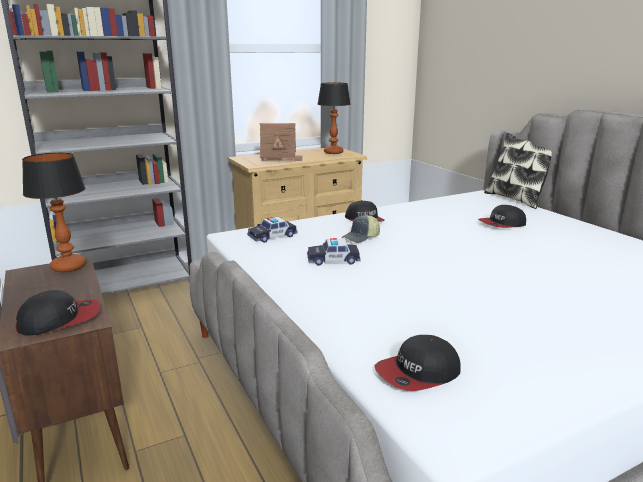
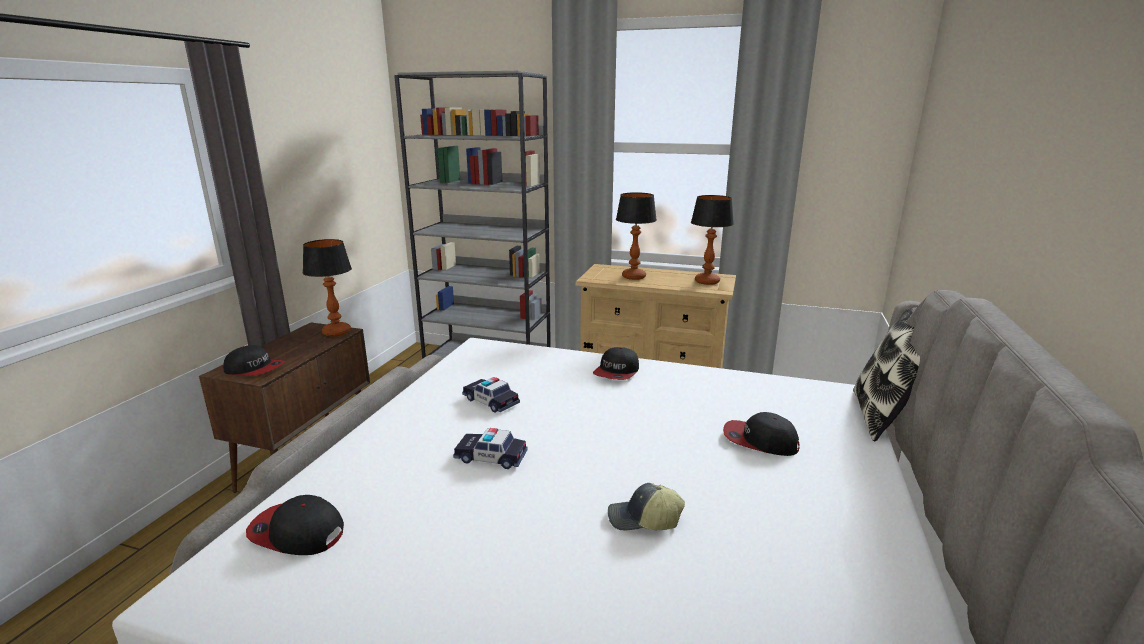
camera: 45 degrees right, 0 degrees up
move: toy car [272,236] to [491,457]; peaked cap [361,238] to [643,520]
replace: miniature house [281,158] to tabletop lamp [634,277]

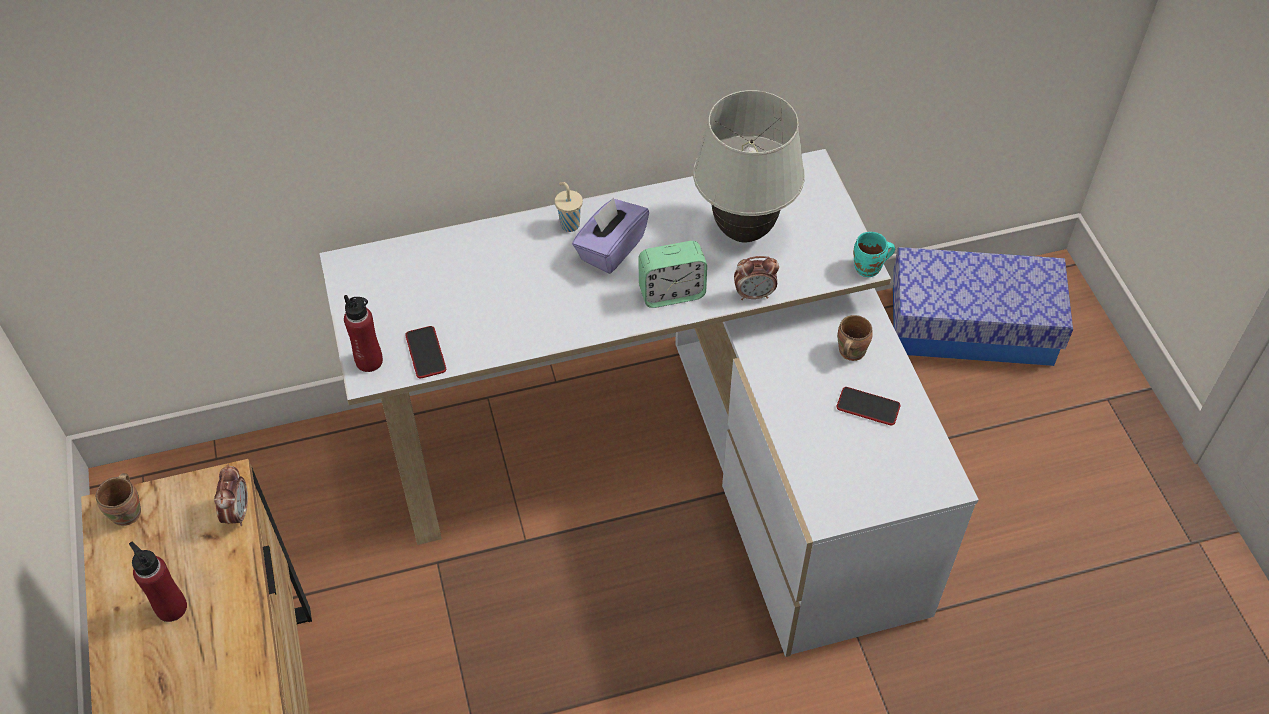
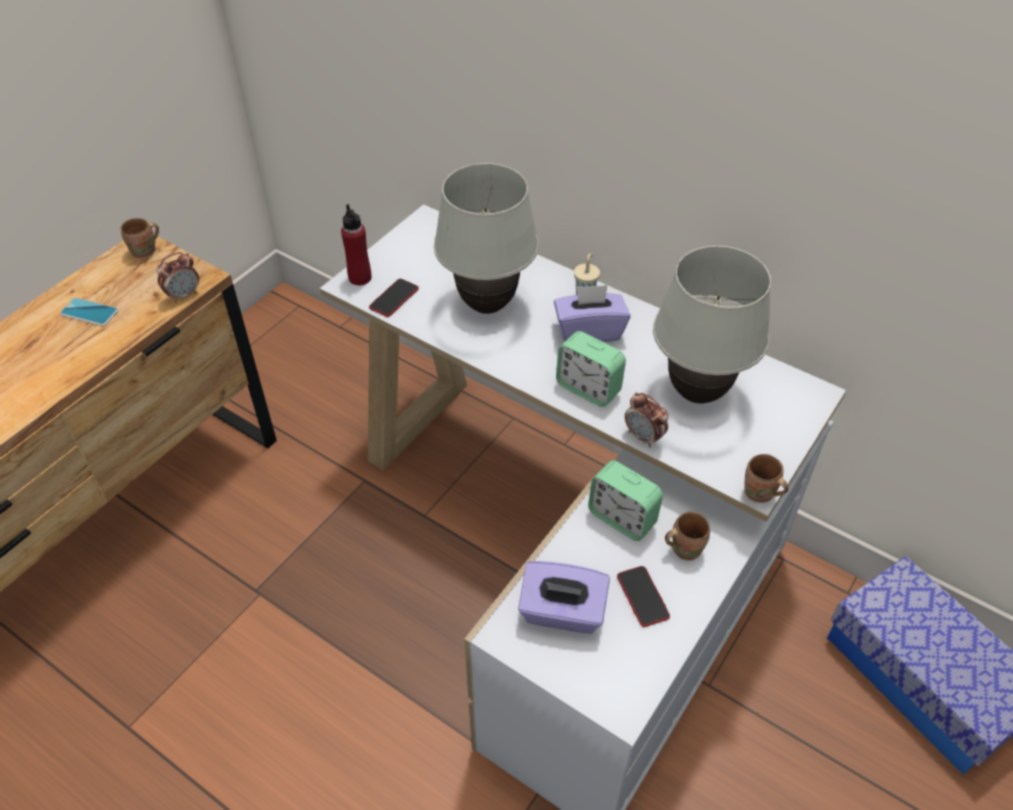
camera: 50 degrees right, 5 degrees down
insert: tabletop lamp (whitish) [487,305]; box of tissues (purplish) [562,612]; alarm clock [622,518]
replace: drink bottle (reddish) [171,607] to telephone [89,312]
recolor: mug (turquoise) [869,269] to mug (brown) [759,494]

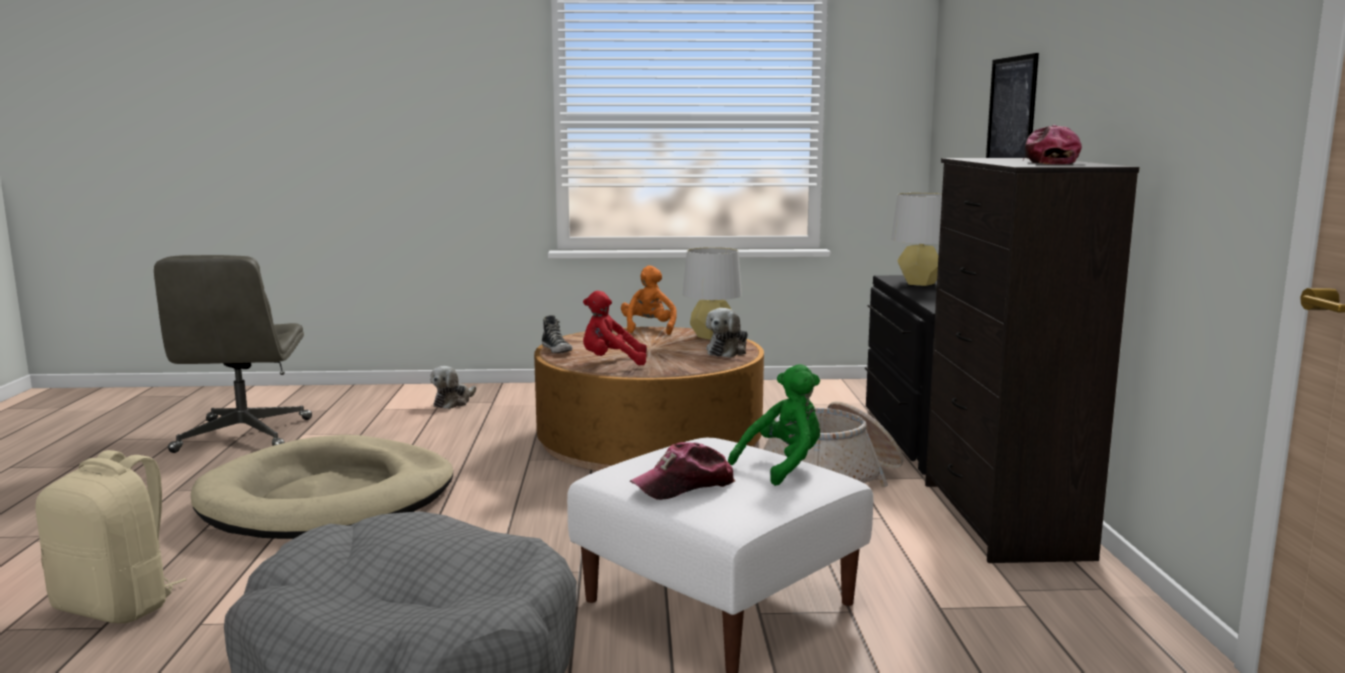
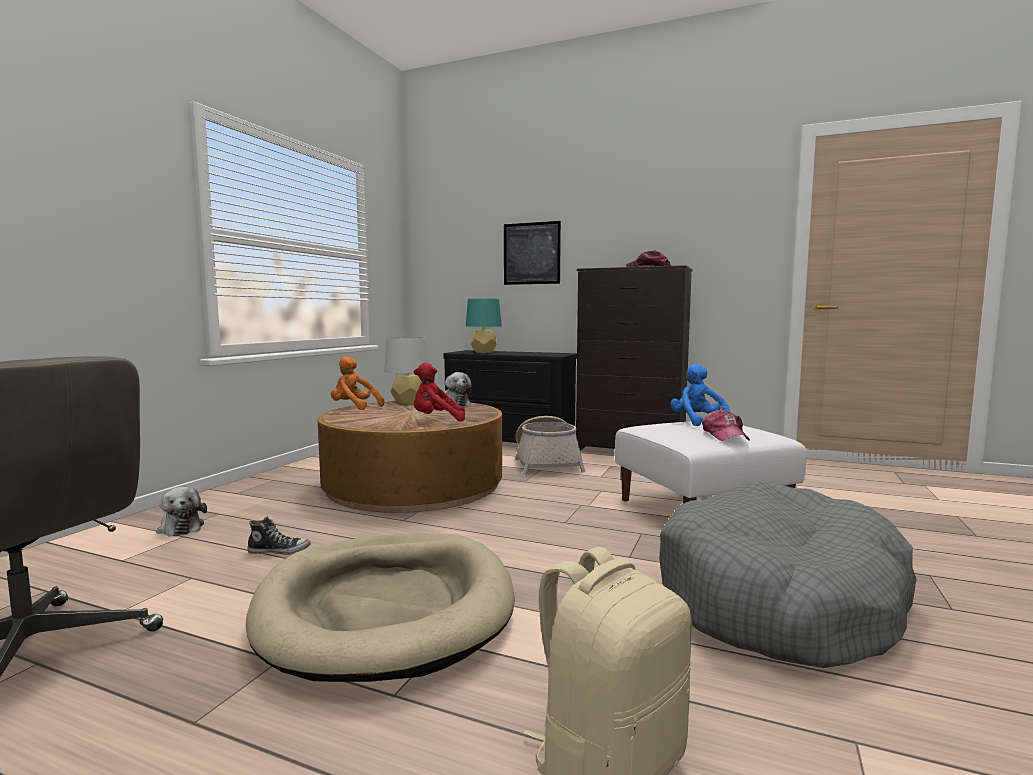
camera: 65 degrees left, 5 degrees down
move: shoe [557,350] to [279,551]
recolor: cuddly toy (greenish) [783,466] to cuddly toy (bluish) [697,422]; tabletop lamp (greyish) [919,283] to tabletop lamp (turquoise) [483,352]
rotate: cuddly toy (reddish) [611,362] = [436,420] 60 degrees clockwise

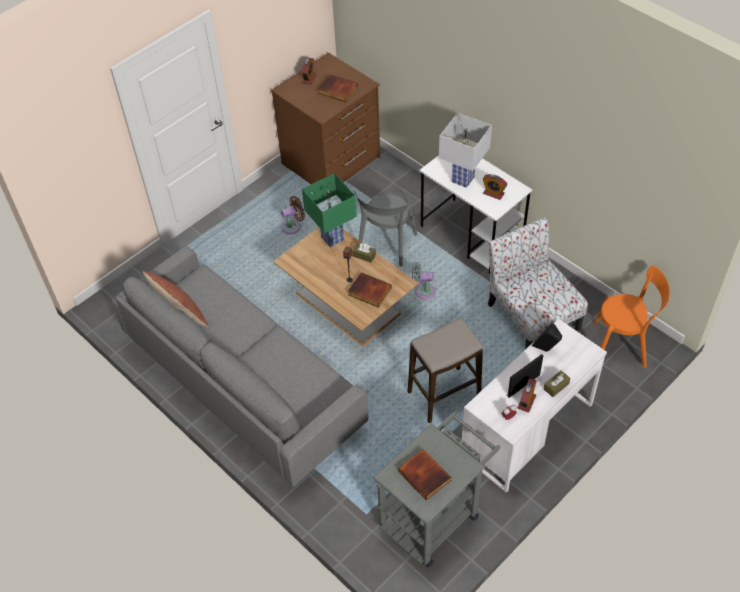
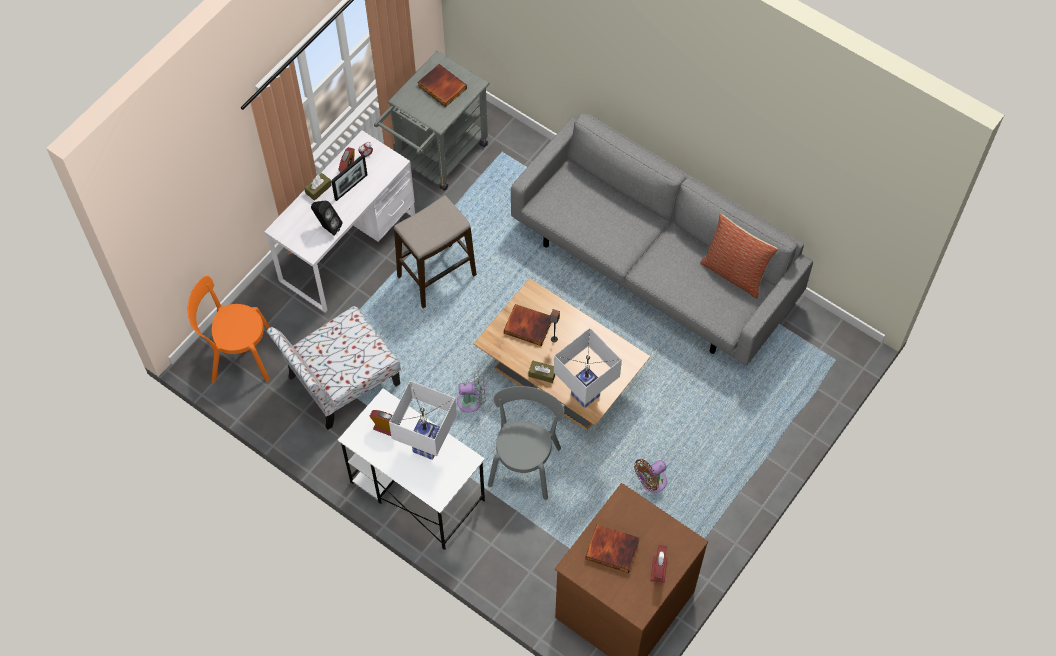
camera: 170 degrees right, 10 degrees up
recolor: tabletop lamp (greenish) [332,238] to tabletop lamp (whitish) [586,395]
rotate: upright chair [531,315] = [341,382] 90 degrees clockwise

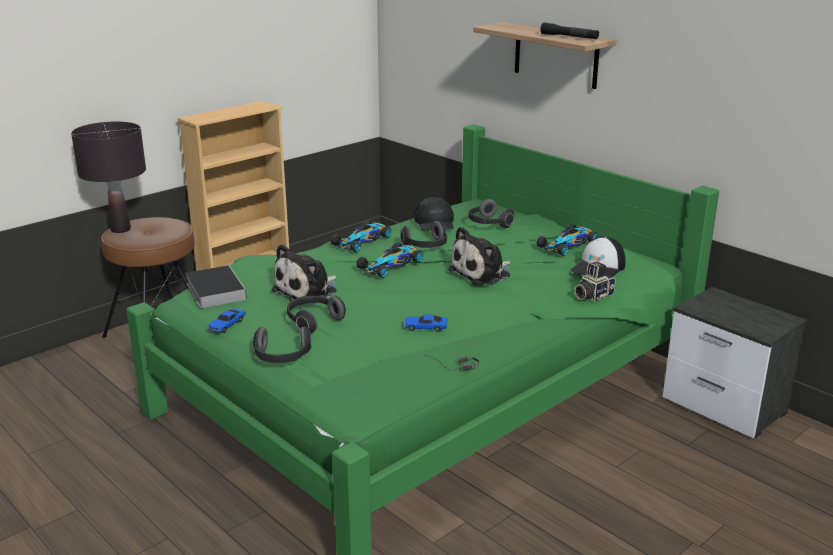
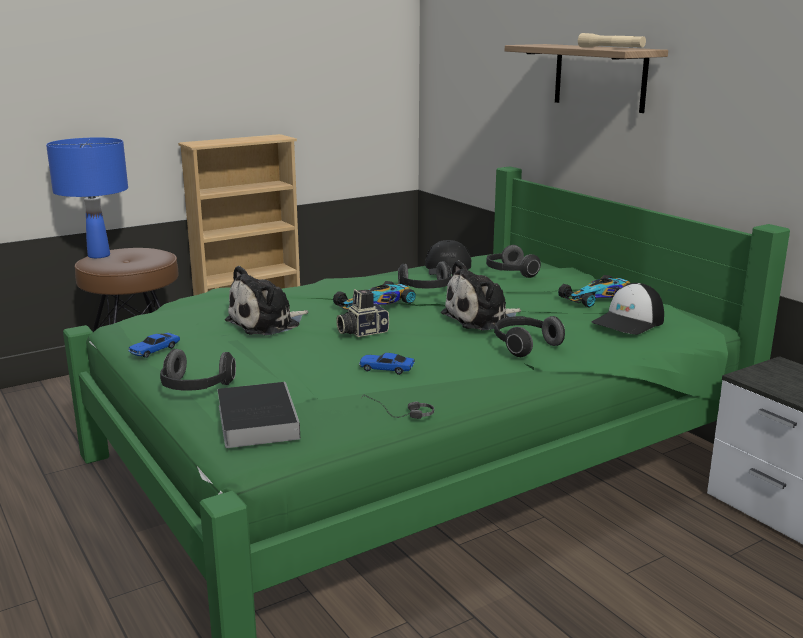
camera: 10 degrees right, 5 degrees down
delete: toy car [362,241]
move: bound book [215,290] to [256,419]; headphones [313,322] to [524,346]; still camera [592,295] to [362,332]
recolor: tabletop lamp (black-coloured) [120,229] to tabletop lamp (bluish) [98,255]; flashlight (black-coloured) [569,37] to flashlight (beige) [610,48]

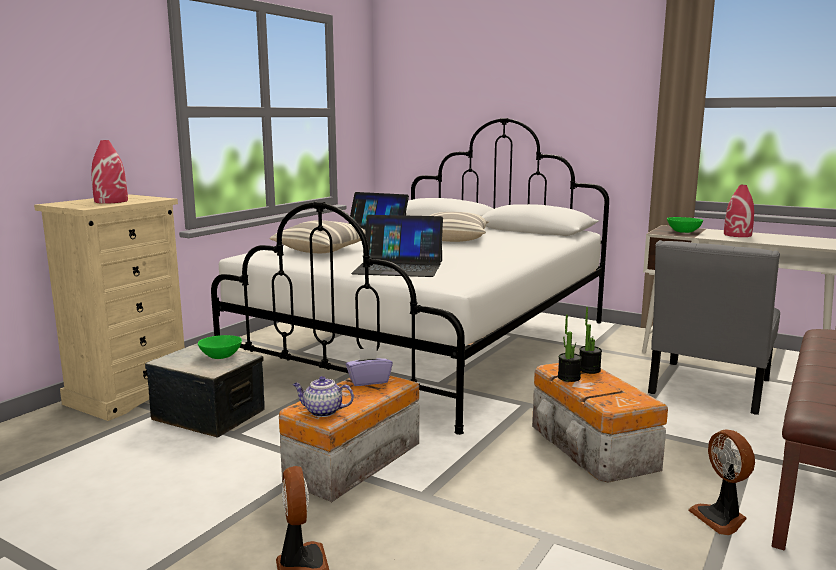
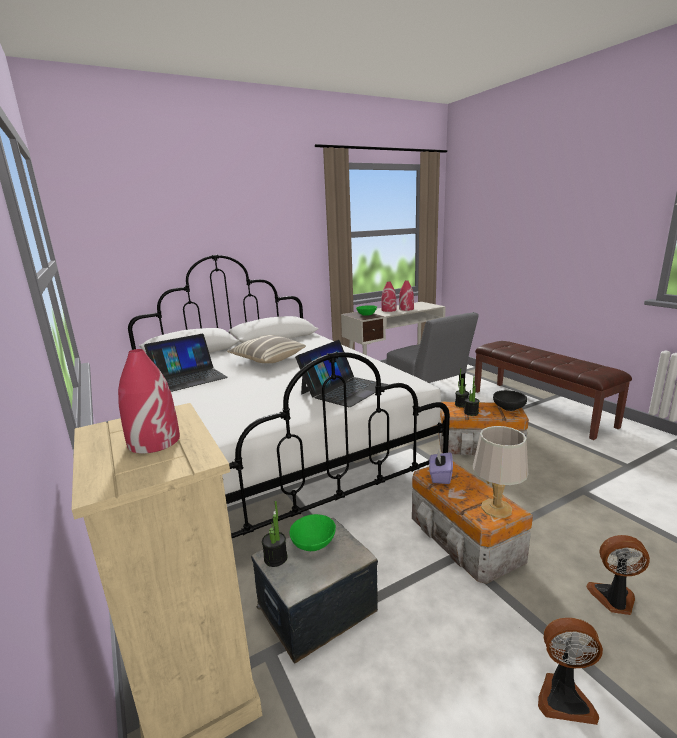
camera: 60 degrees left, 5 degrees up
delete: pillow [323,250]
insert: potted plant [275,558]; decorative vase (reddish) [406,309]; serving bowl (black-coloured) [509,408]
move: electric fan [721,518] to [564,697]
replace: tea pot [322,412] to tabletop lamp (greyish) [496,509]

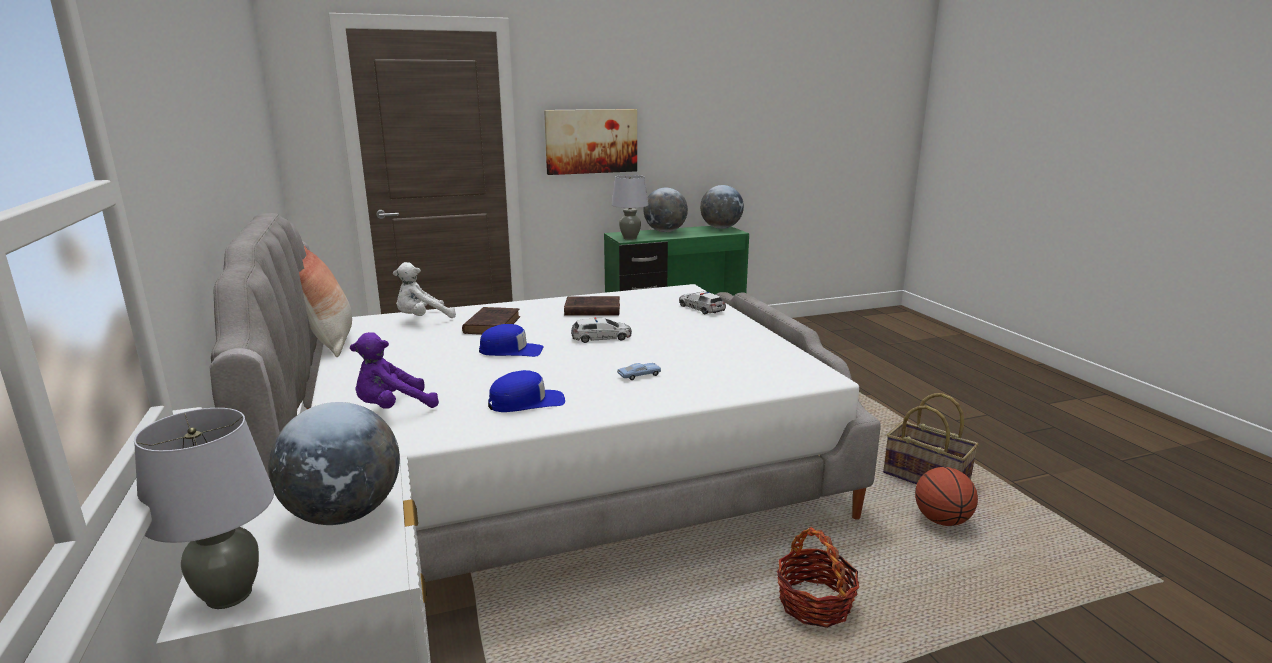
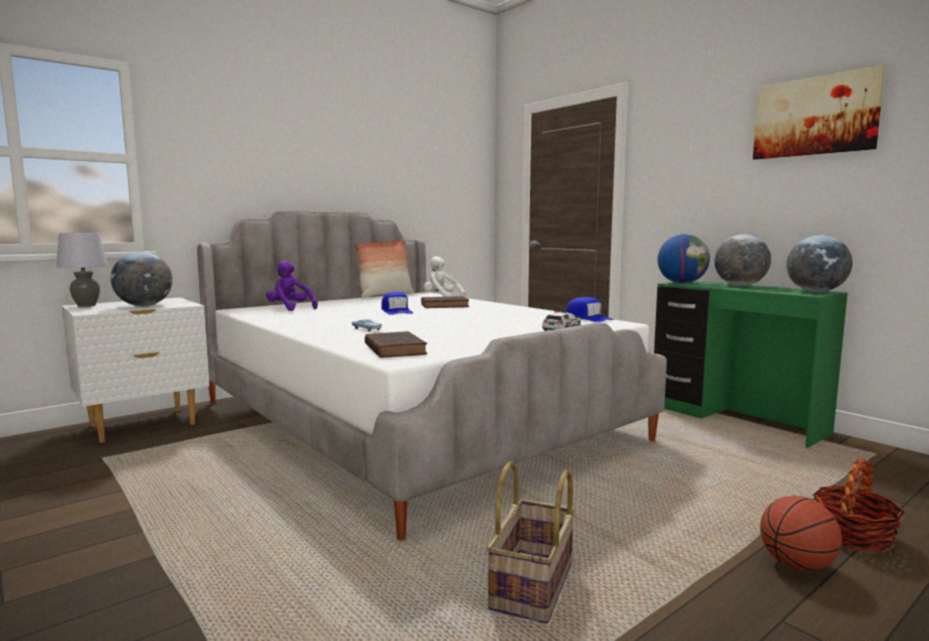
camera: 70 degrees right, 10 degrees down
delete: toy car [601,337]
move: peaked cap (bluish) [526,402] to [588,318]; picture [591,141] to [815,116]; bound book (brown) [591,310] to [394,349]; household basket [814,604] to [853,535]; basketball ball [941,520] to [796,565]
replace: tabletop lamp (greyish) [630,238] to globe [681,283]

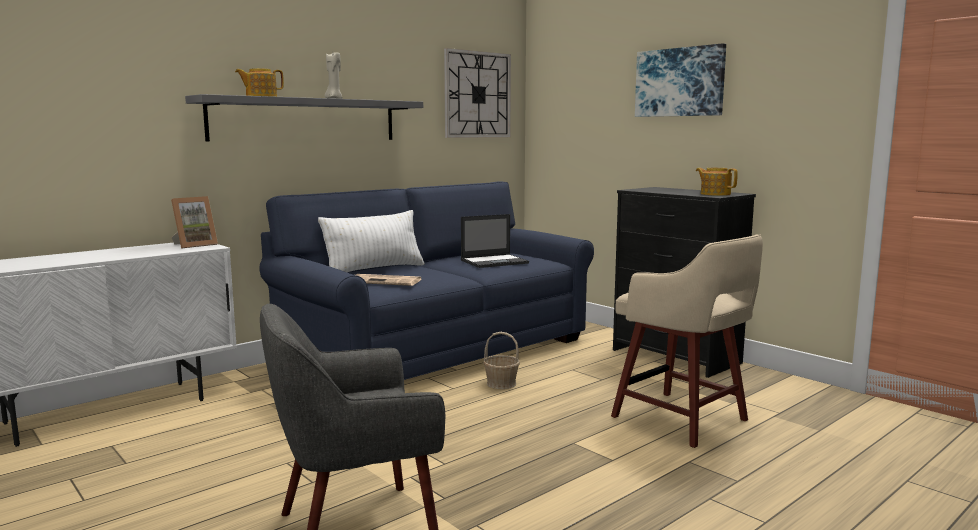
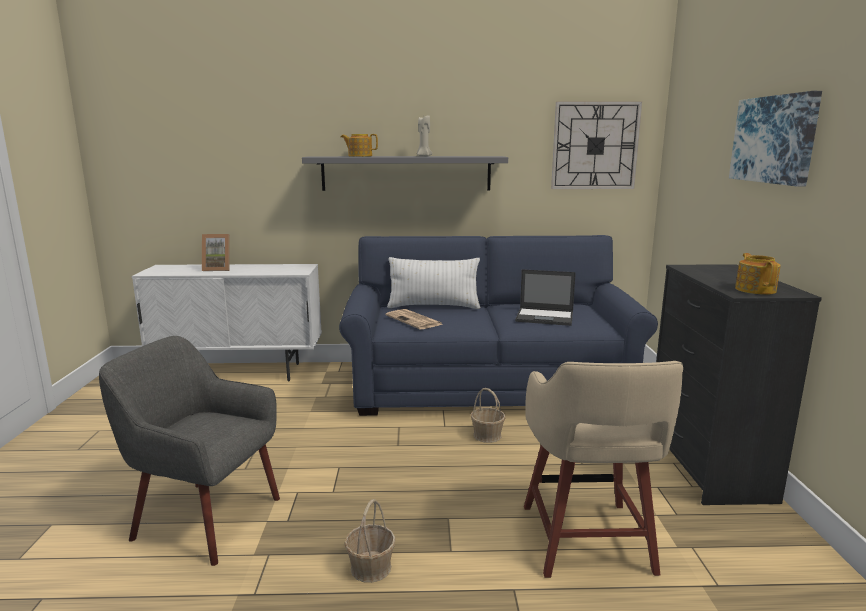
camera: 40 degrees right, 5 degrees up
insert: household basket [370,568]
move: picture frame [194,245] to [218,269]

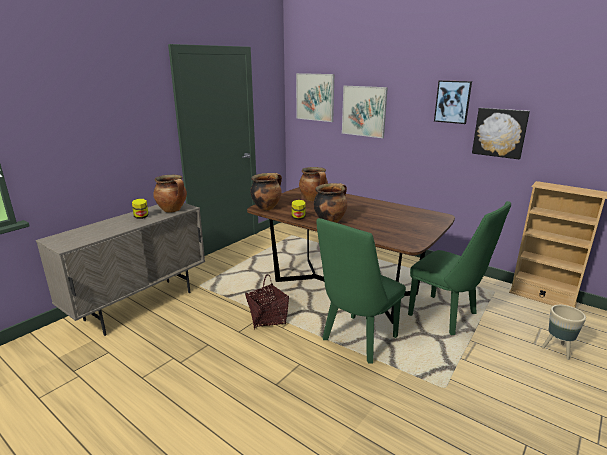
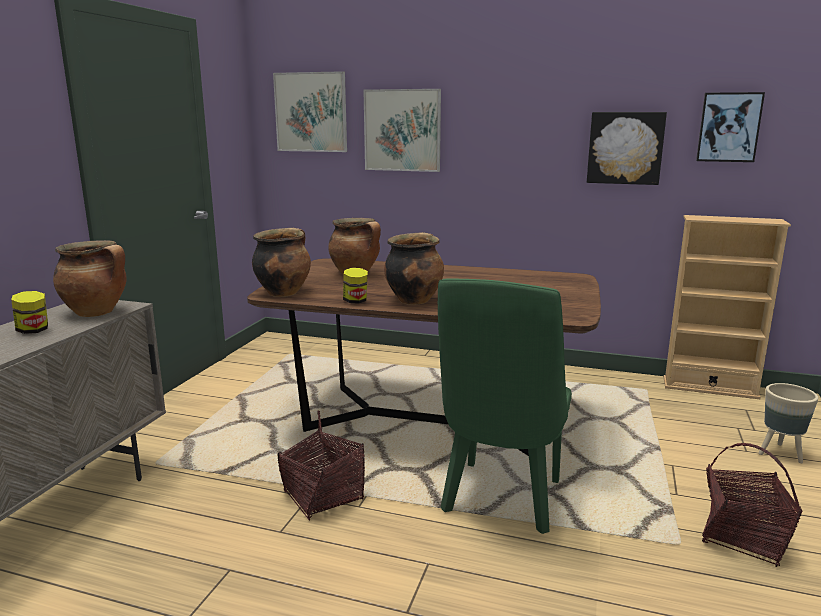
camera: 20 degrees left, 5 degrees down
delete: upright chair (greenish) [448,317]
insert: household basket [743,538]
move: picture [452,102] to [729,127]

